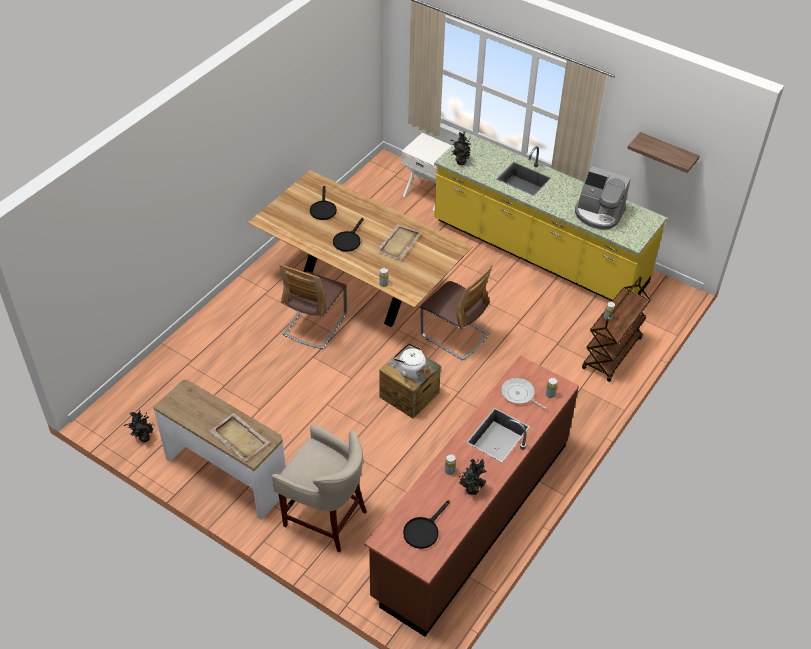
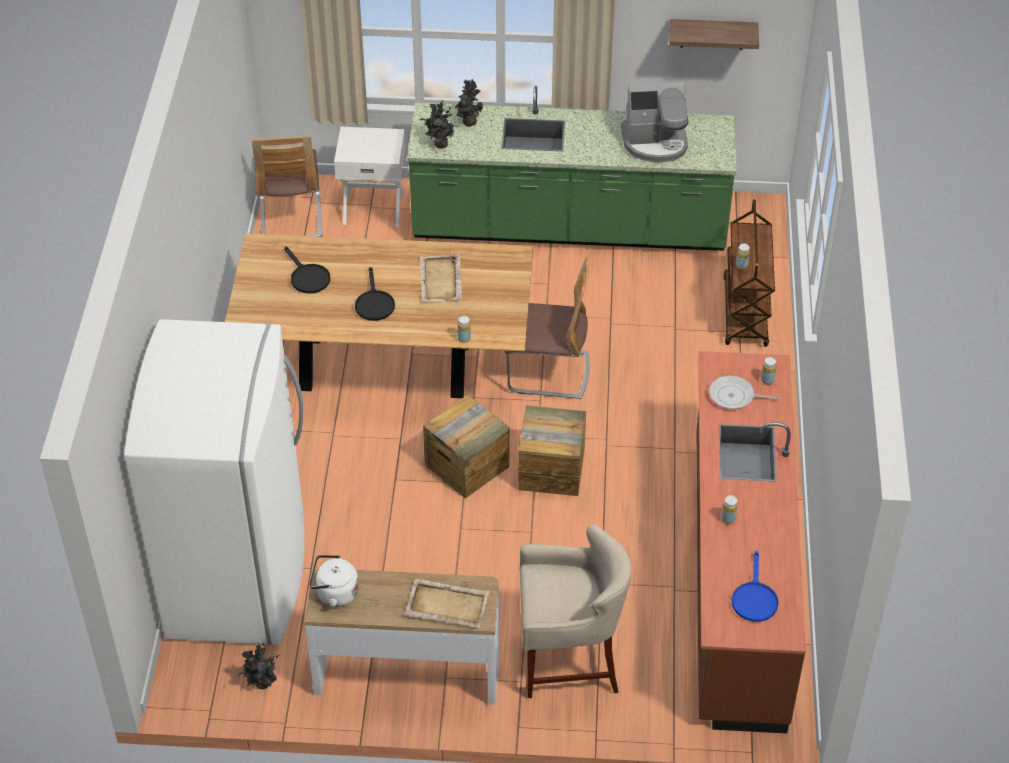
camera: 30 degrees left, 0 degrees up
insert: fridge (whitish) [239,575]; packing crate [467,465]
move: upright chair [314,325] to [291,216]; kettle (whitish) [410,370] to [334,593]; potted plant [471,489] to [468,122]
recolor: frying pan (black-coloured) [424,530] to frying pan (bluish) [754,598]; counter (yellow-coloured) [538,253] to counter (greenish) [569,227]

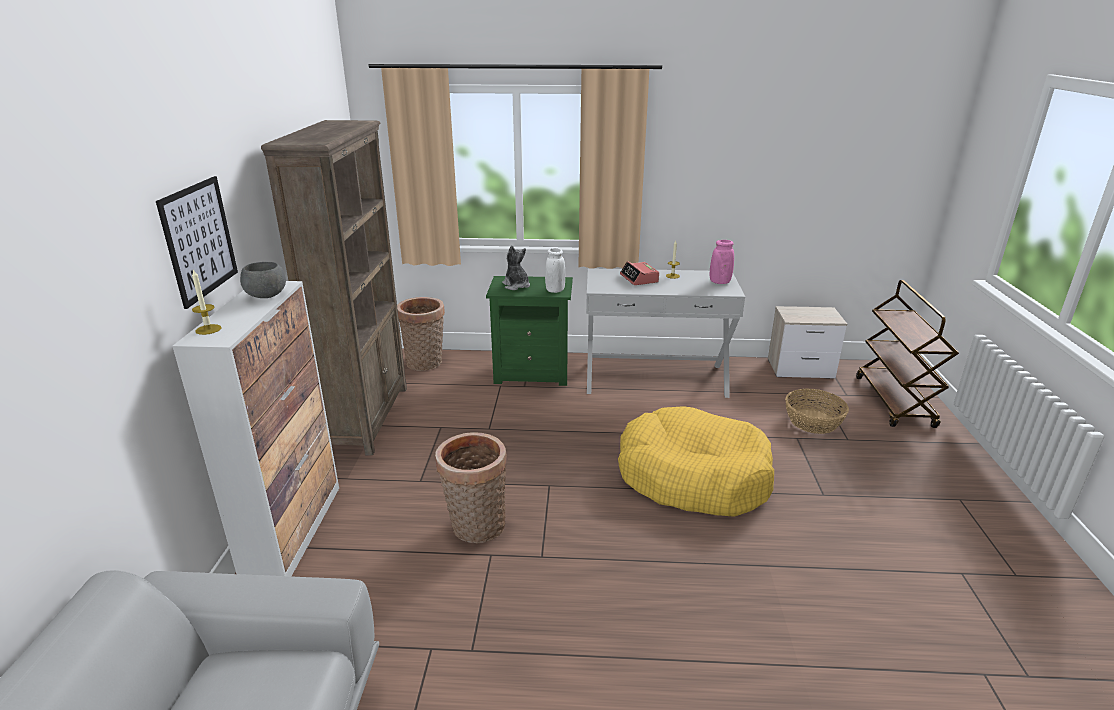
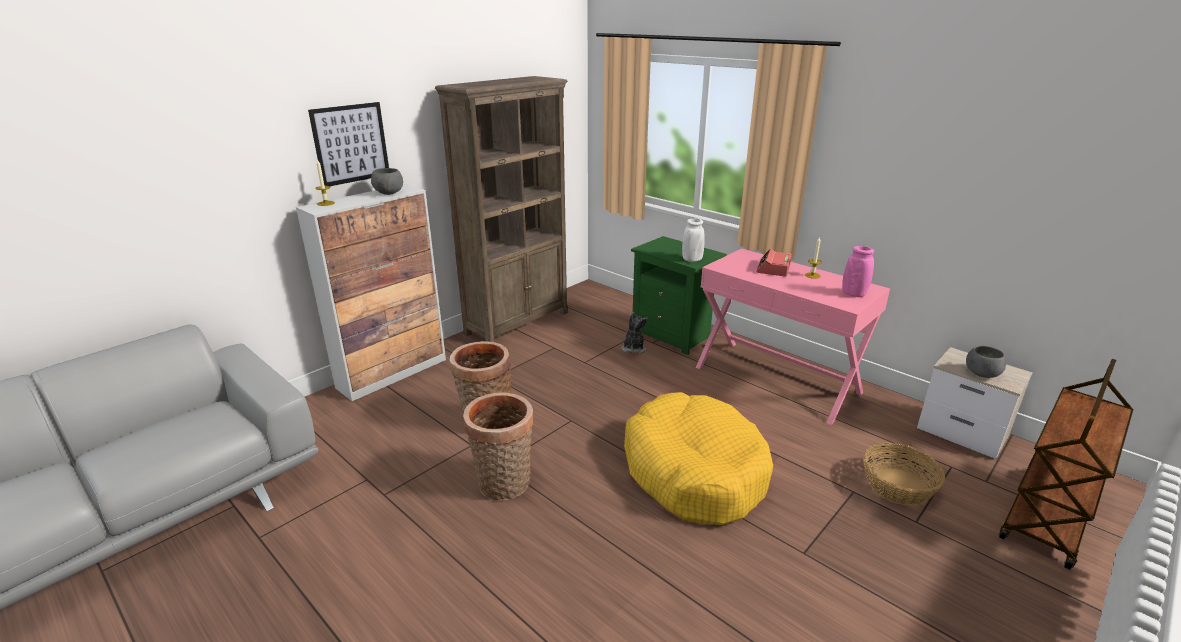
camera: 40 degrees right, 0 degrees up
insert: serving bowl (greyish) [981,374]
move: household basket [425,364] to [504,486]; cuddly toy [516,286] to [633,348]
recolor: hall table (whitish) [655,378] to hall table (pinkish) [777,379]

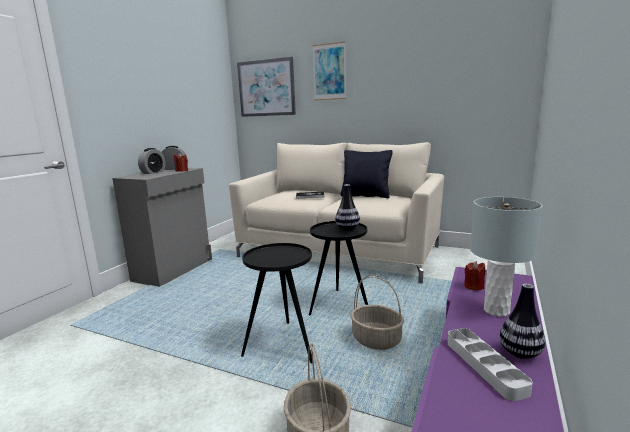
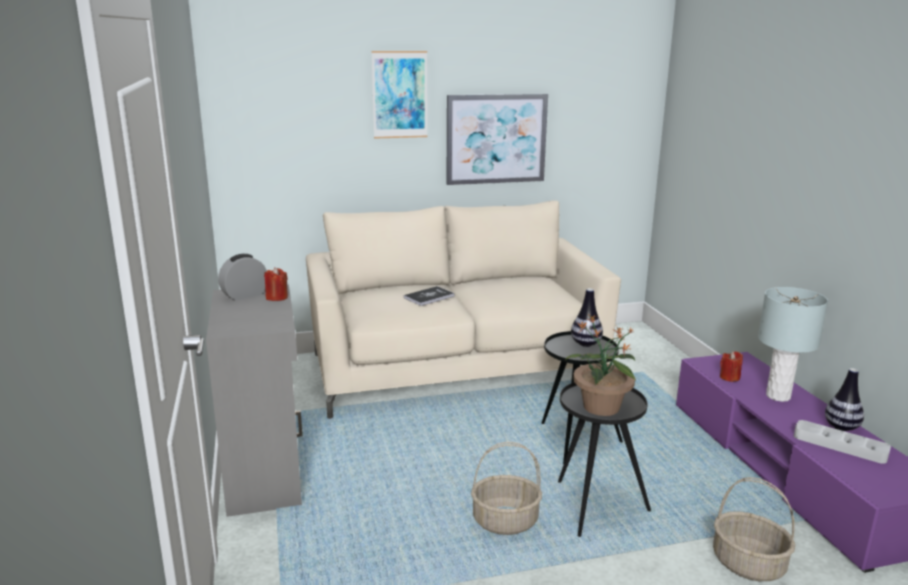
camera: 40 degrees left, 5 degrees up
delete: alarm clock [153,172]; pillow (black-coloured) [366,196]
insert: potted plant [600,407]
move: picture [266,88] to [496,139]; household basket [377,339] to [506,521]

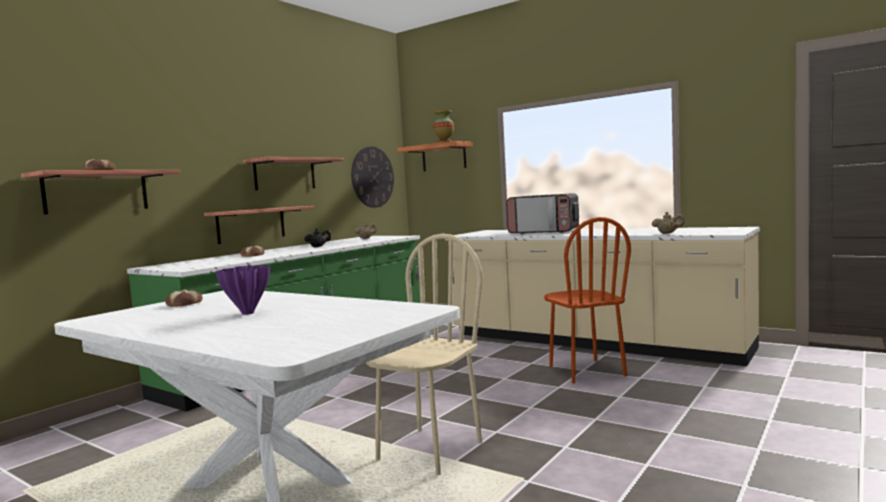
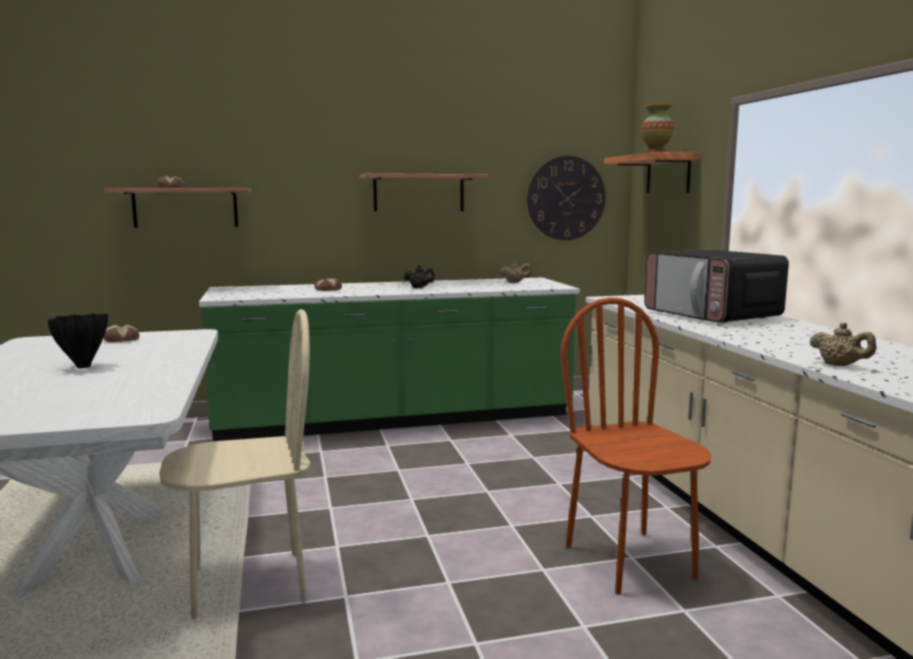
camera: 40 degrees right, 5 degrees up
delete: shelf [251,224]
recolor: decorative vase (purplish) [247,313] to decorative vase (black-coloured) [82,367]
rotate: upright chair (brown) [586,371] = [630,561] 135 degrees clockwise

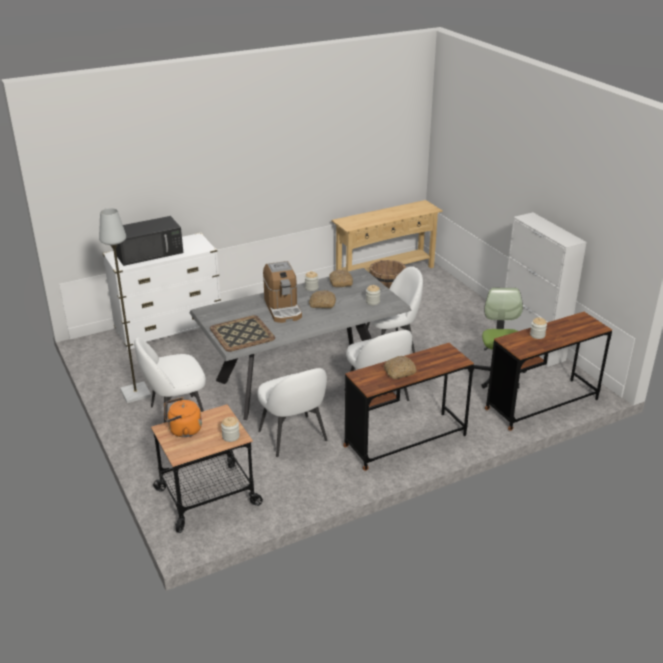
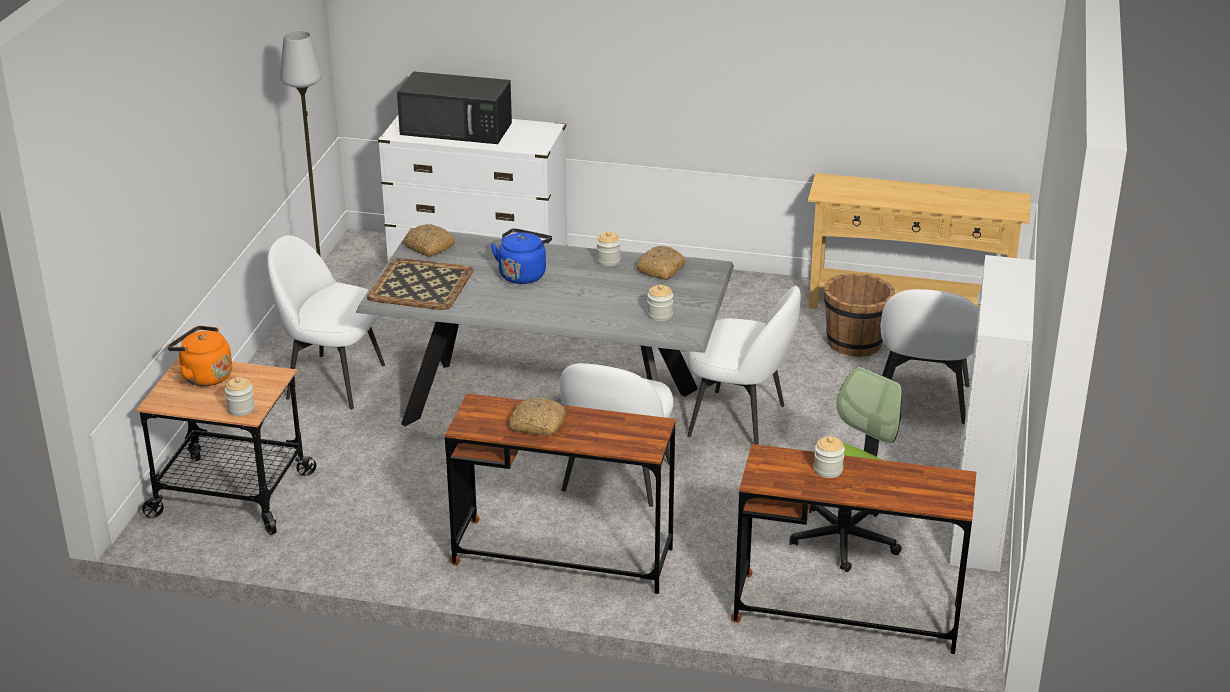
camera: 40 degrees right, 0 degrees up
move: upright chair (whitish) [293,437] to [922,401]; baked bread [322,304] to [428,247]
replace: coffee brewer [283,309] to kettle (bluish) [523,274]

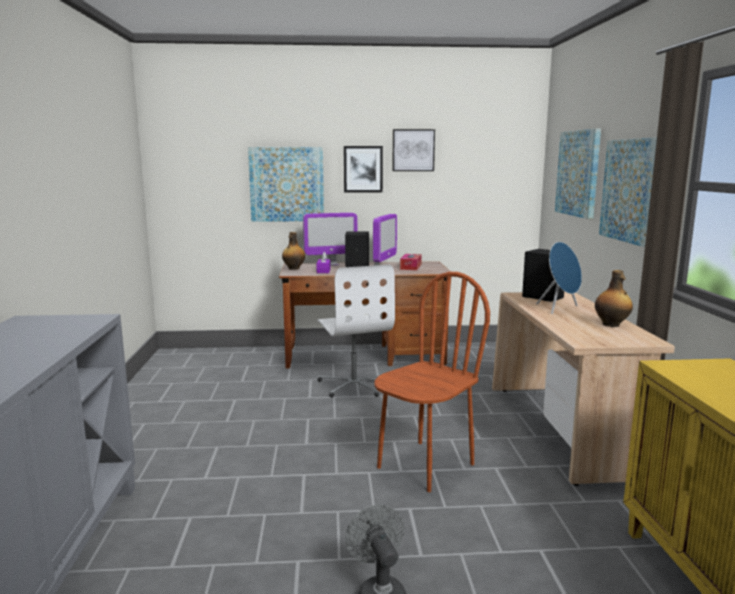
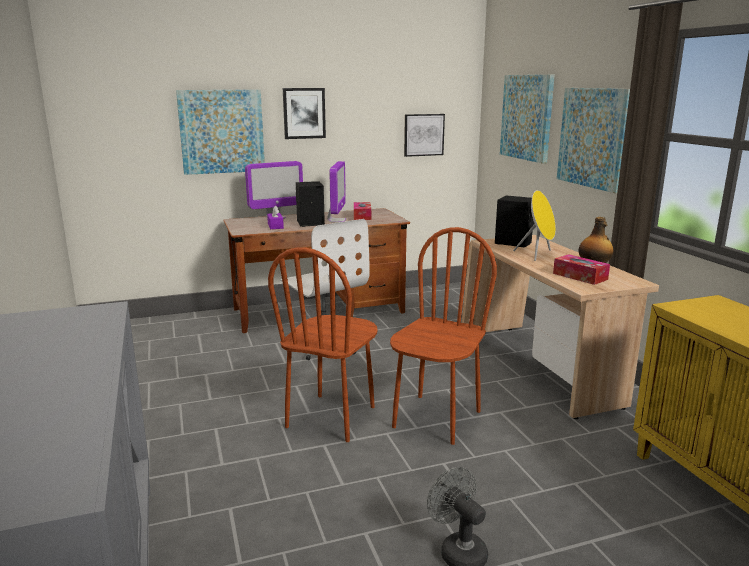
camera: 15 degrees left, 5 degrees up
delete: drink bottle [293,268]
insert: upright chair (brown) [331,417]; box of tissues [580,276]
move: picture [413,150] to [423,135]
recolor: audio speaker (bluish) [559,309] to audio speaker (yellow-coloured) [537,254]

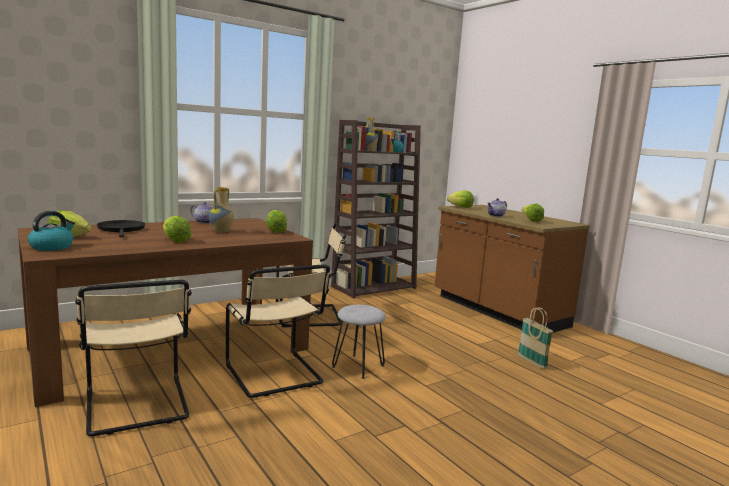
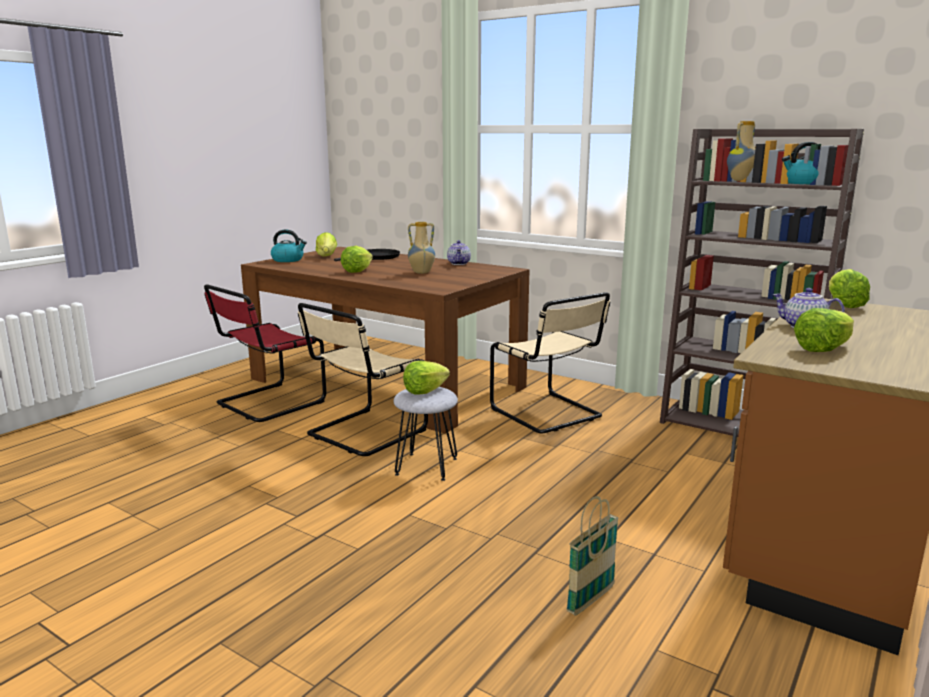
camera: 70 degrees right, 5 degrees up
move: head of lettuce [275,231] to [425,391]
recolor: upright chair (beige) [137,407] to upright chair (reddish) [267,403]

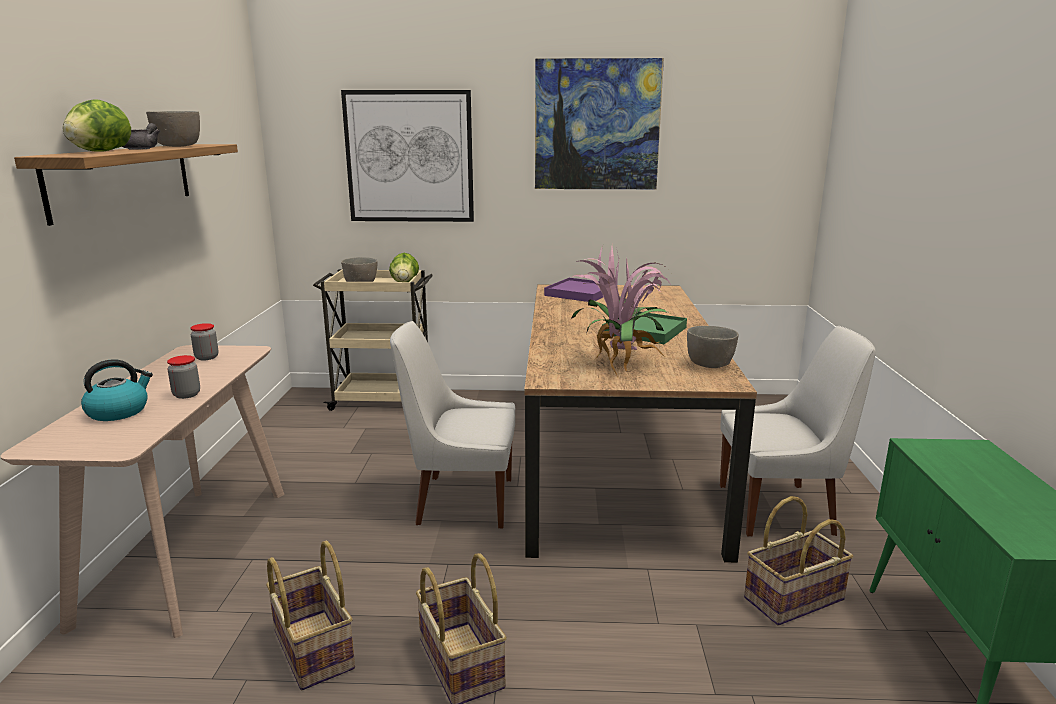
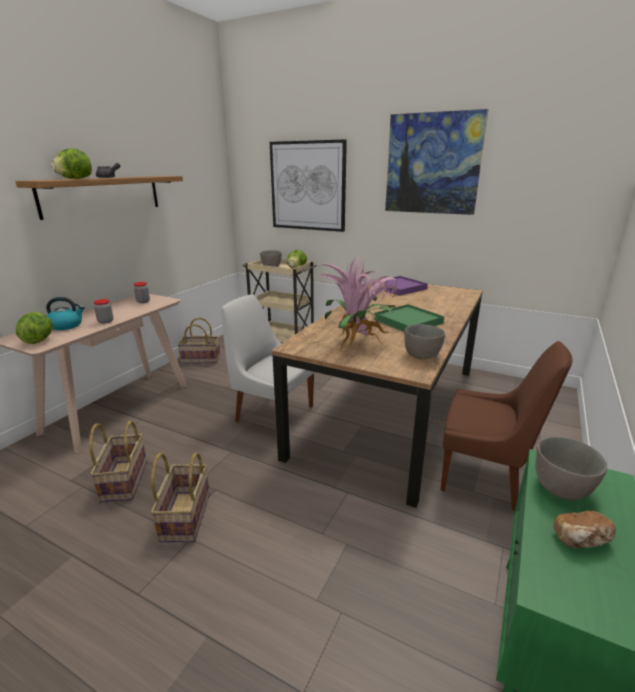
camera: 25 degrees right, 5 degrees up
insert: head of lettuce [39,340]; baked bread [582,540]
move: serving bowl (greyish) [177,146] to [562,488]; household basket [794,600] to [200,359]
recolor: upright chair (whitish) [780,509] to upright chair (brown) [485,477]

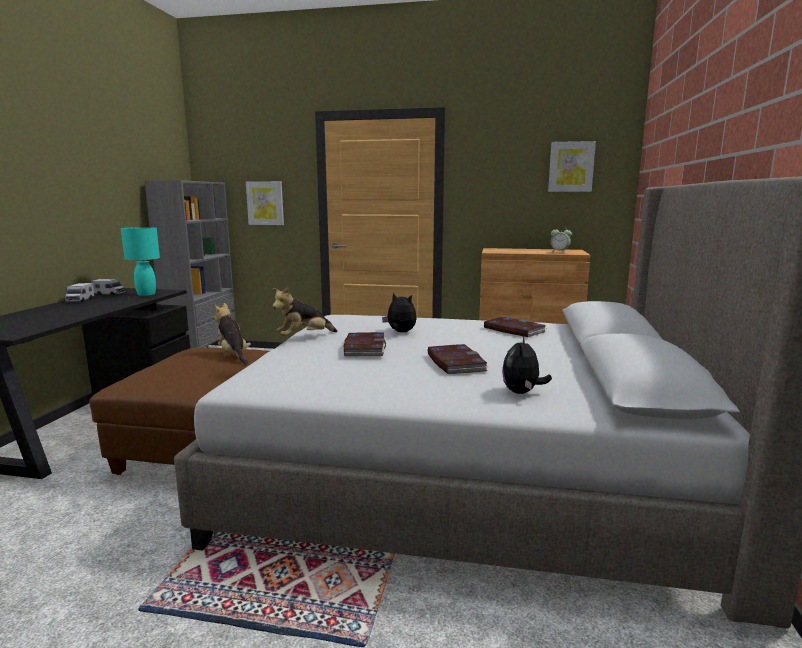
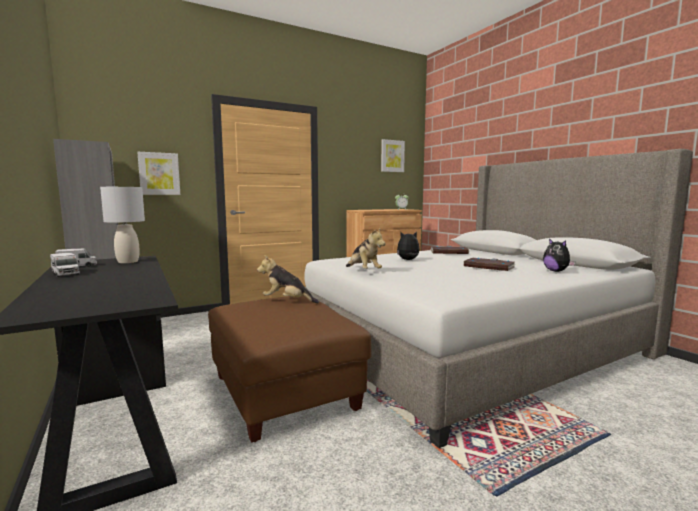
camera: 40 degrees left, 5 degrees down
delete: bound book [364,347]
recolor: tabletop lamp (turquoise) [146,294] to tabletop lamp (greyish) [128,261]
rotate: cuddly toy [304,337] = [363,271] 45 degrees counterclockwise

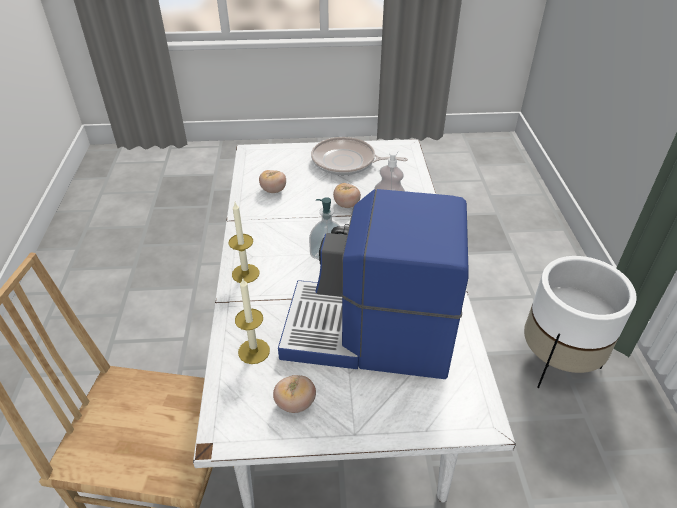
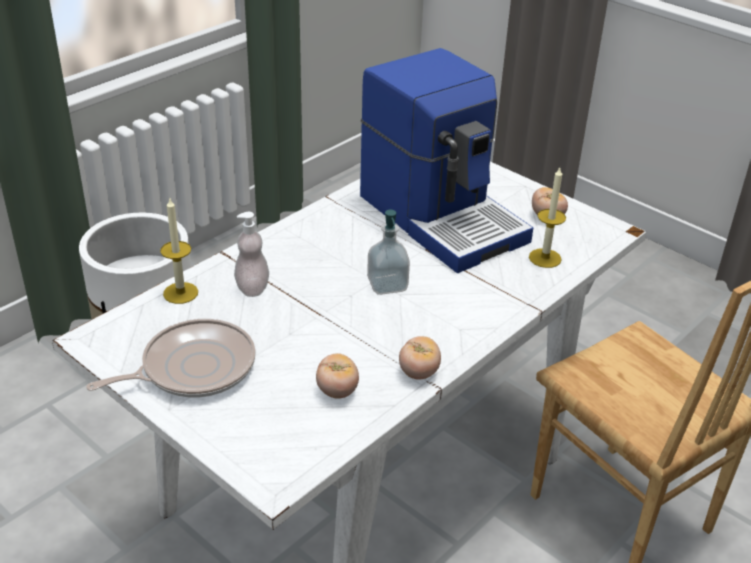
camera: 135 degrees left, 5 degrees down
move: wax candle [245,273] to [180,293]; whole tomato [346,205] to [418,372]
rotate: frying pan [347,162] = [192,368] 90 degrees counterclockwise

